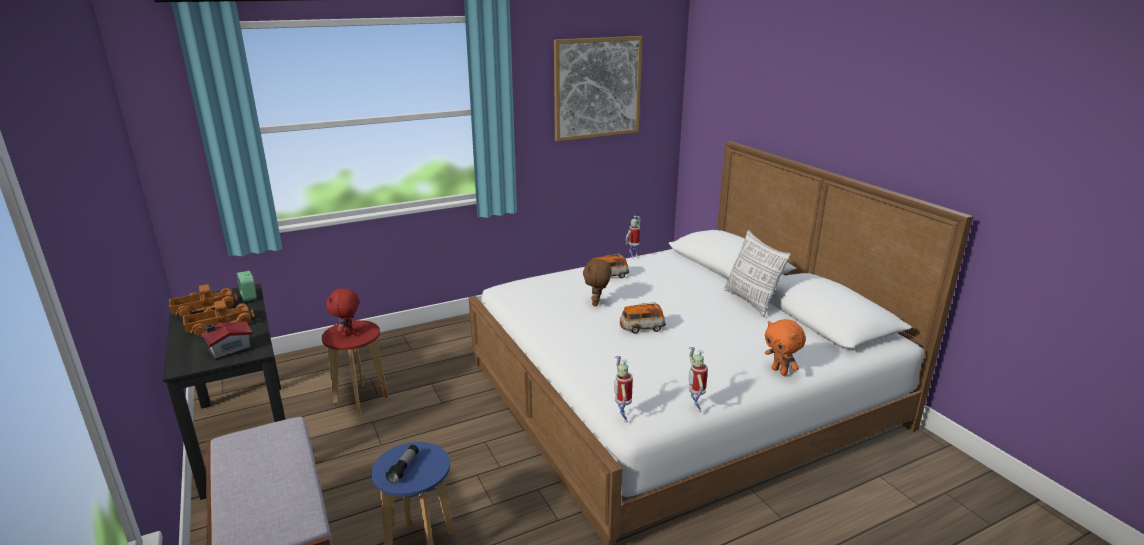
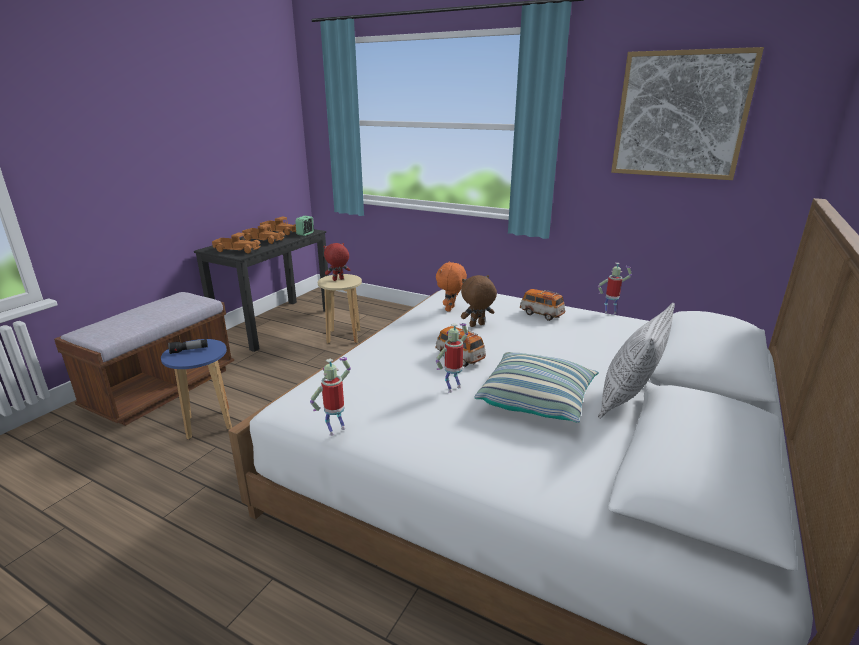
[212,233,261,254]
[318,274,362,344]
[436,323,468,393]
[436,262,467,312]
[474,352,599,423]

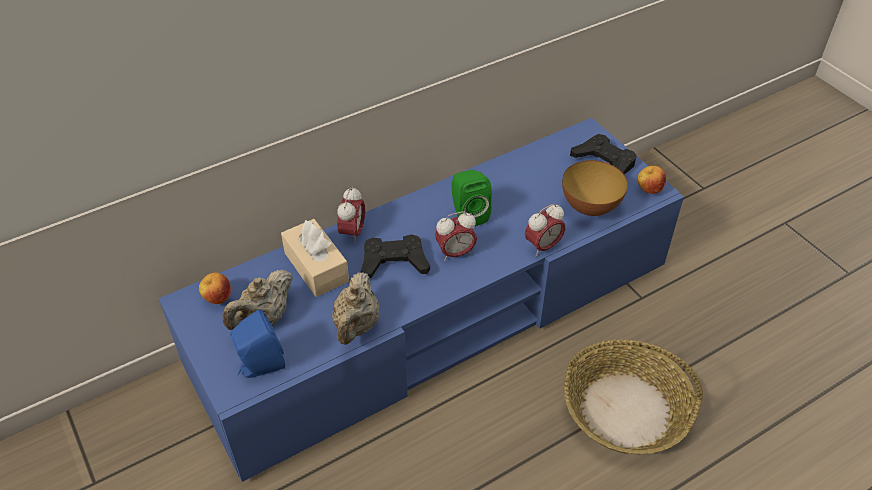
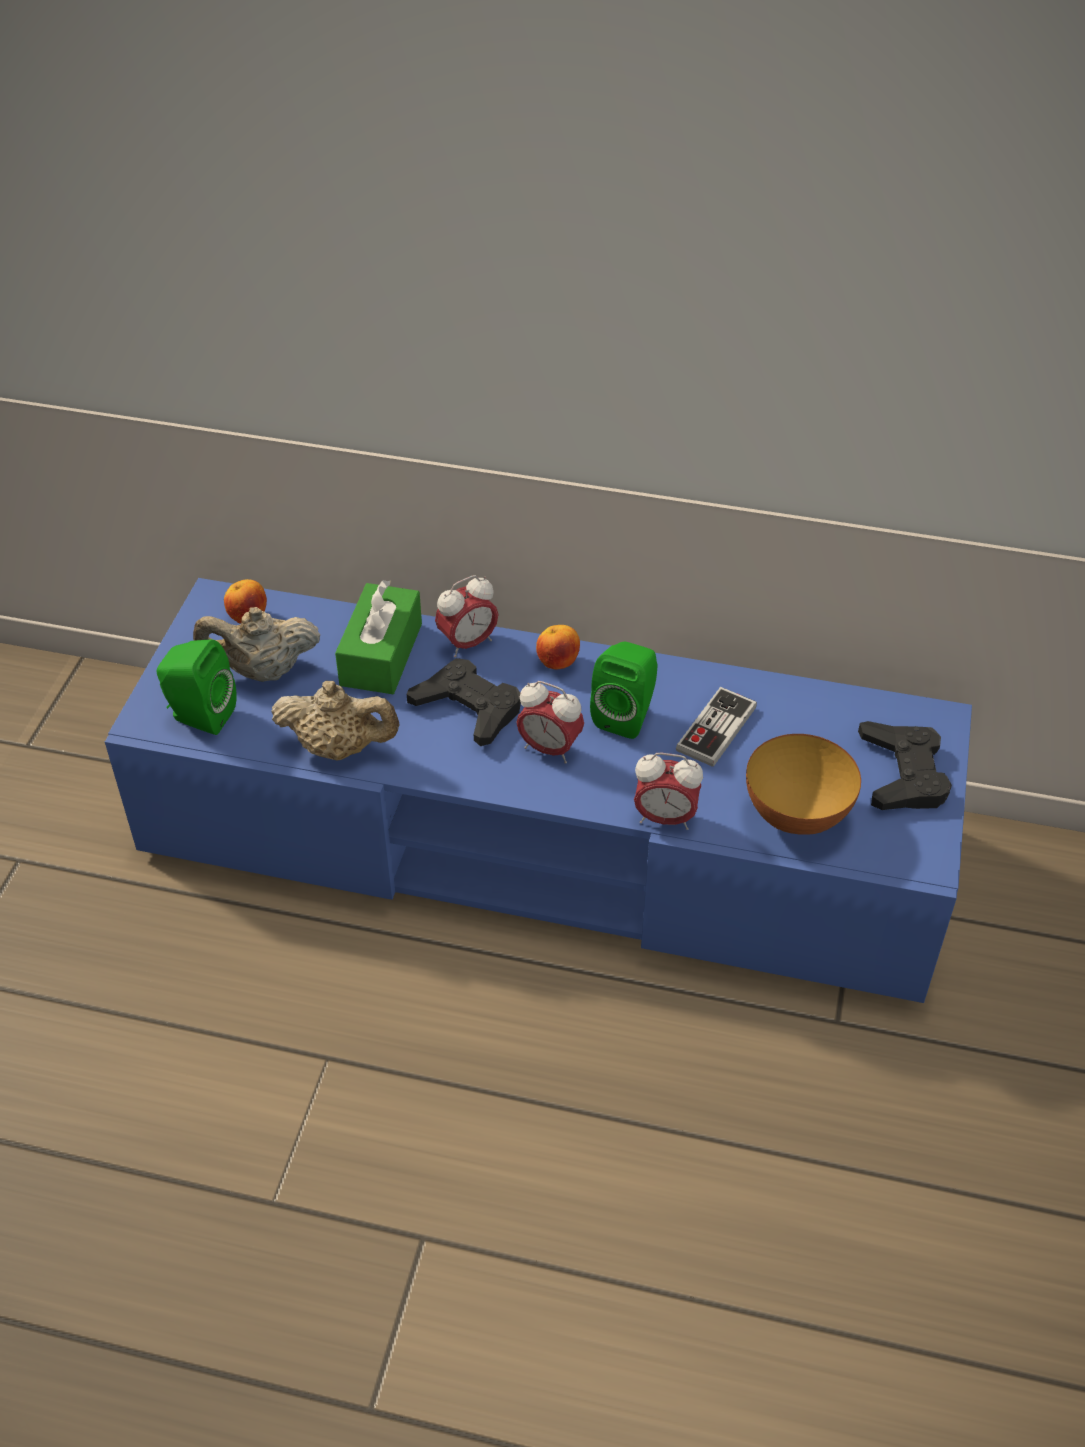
[157,640,237,735]
[335,580,422,694]
[271,681,399,761]
[564,340,703,454] (first image)
[536,625,580,669]
[676,687,757,767]

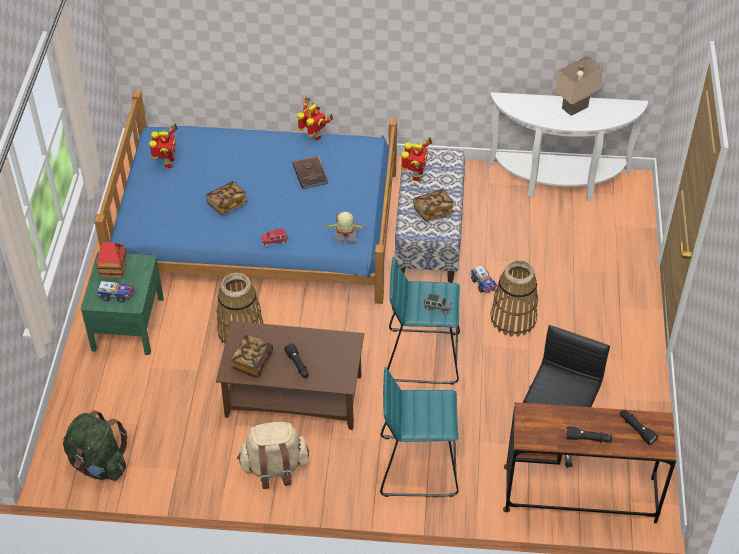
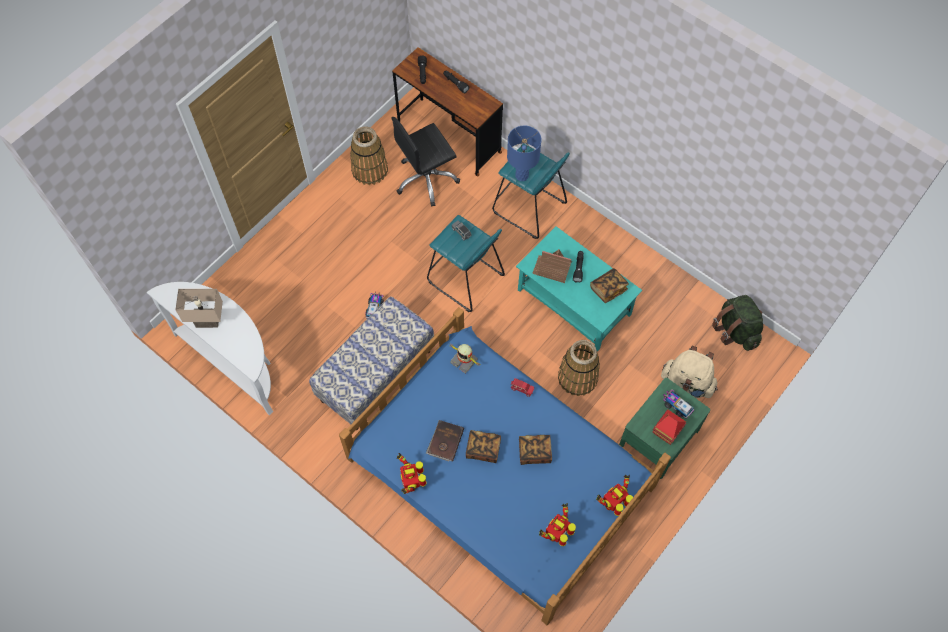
[516,226,642,352]
[661,346,718,398]
[596,475,633,516]
[466,430,501,463]
[350,126,388,185]
[507,126,541,181]
[532,249,572,283]

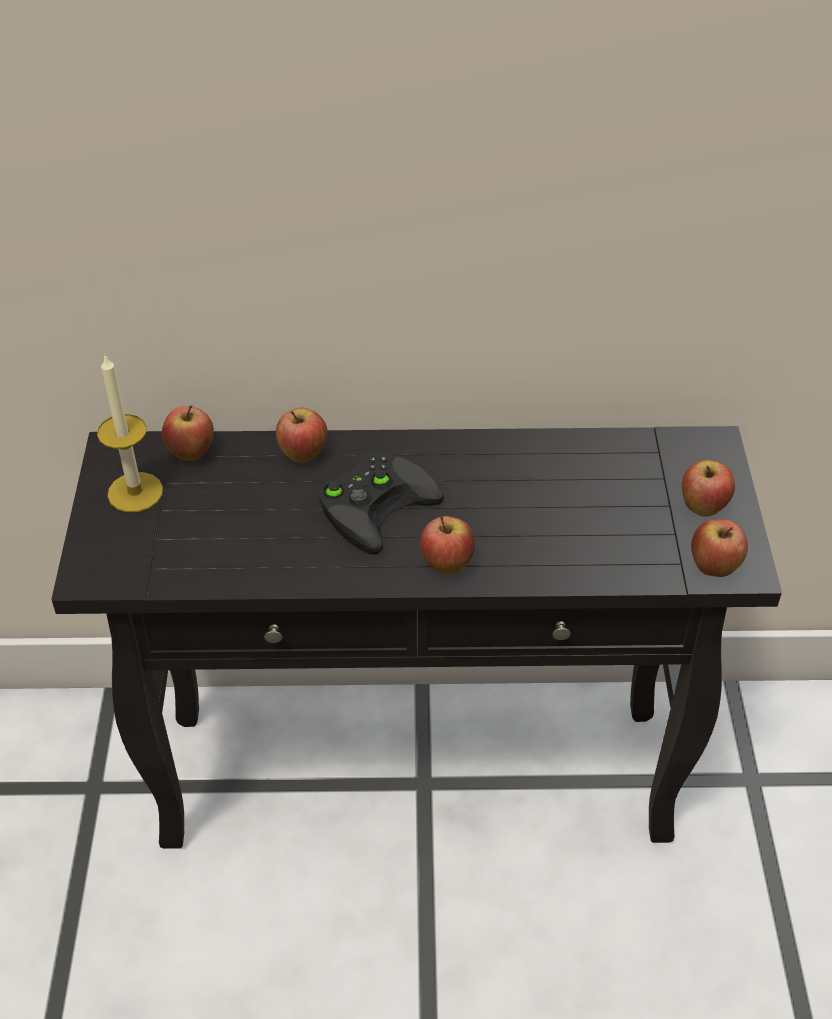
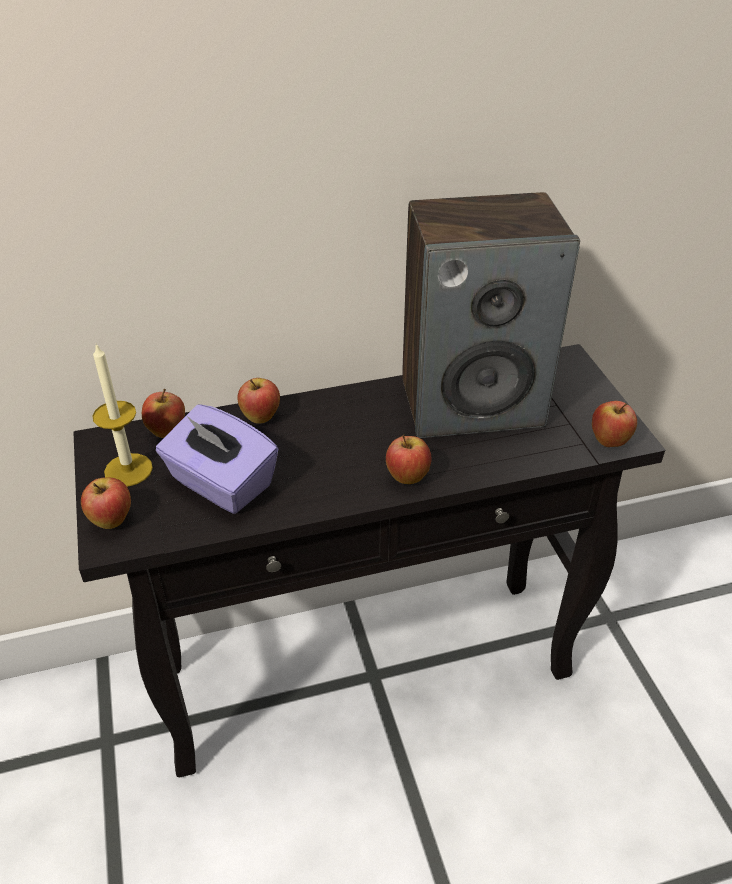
[318,450,444,554] (first image)
[81,477,131,529]
[156,404,278,514]
[402,192,580,438]

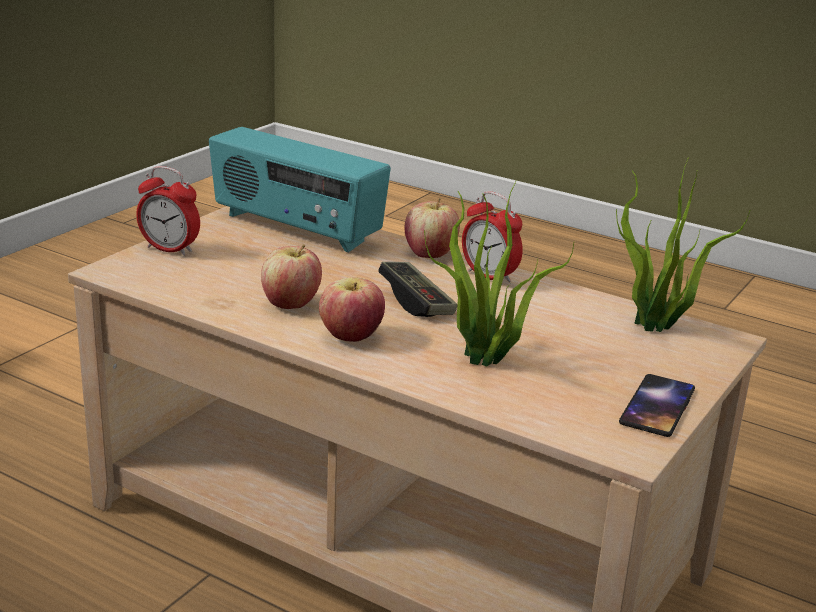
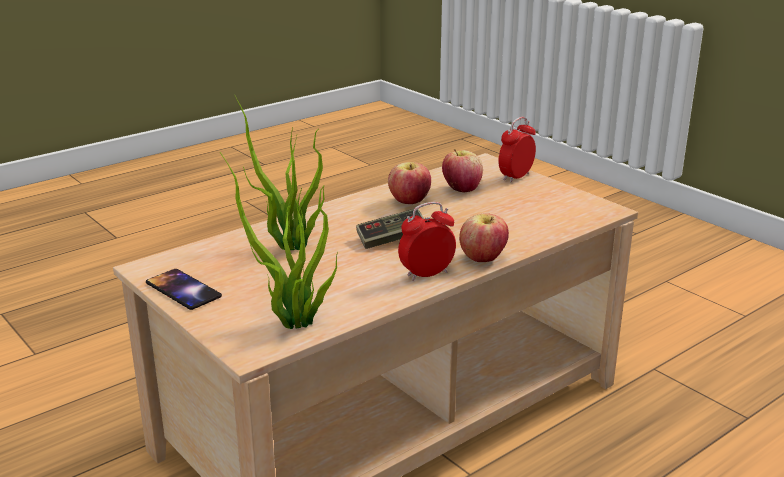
[209,127,391,252] (first image)
[442,149,483,193]

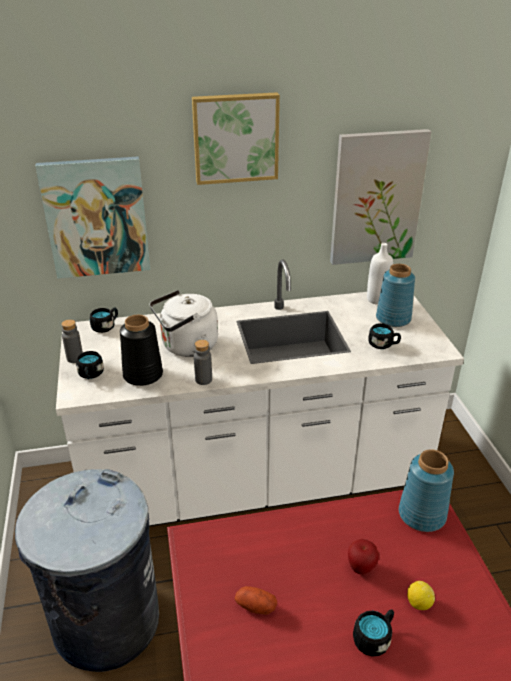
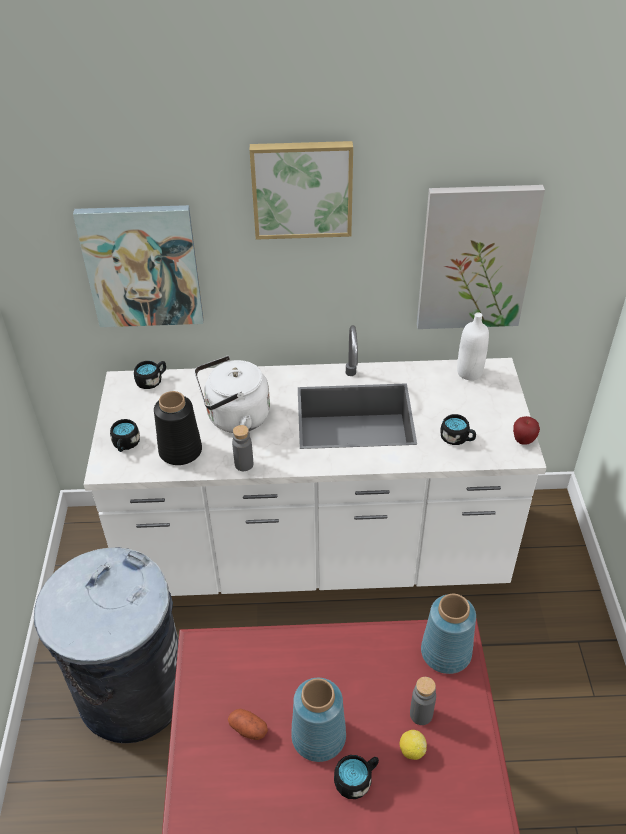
[410,677,436,725]
[513,416,540,445]
[291,678,346,762]

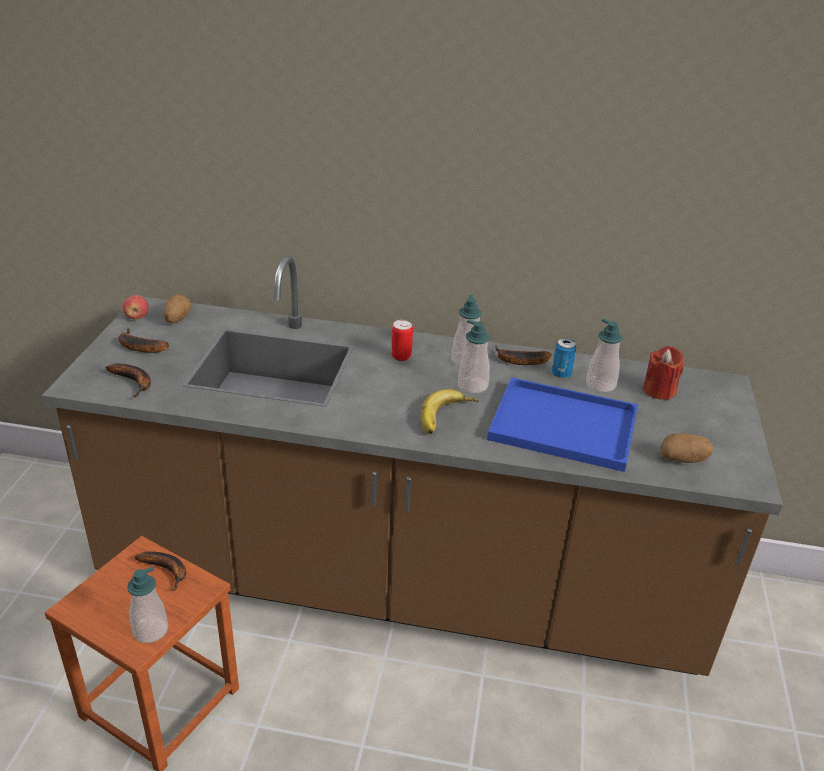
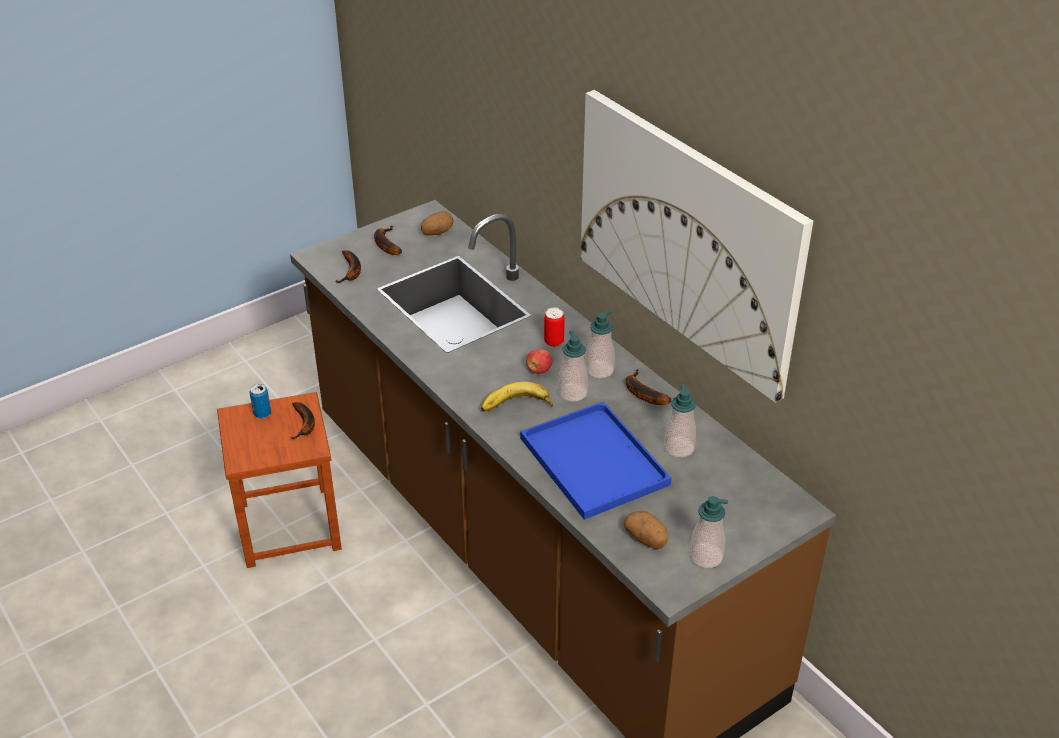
[526,349,553,374]
[689,496,728,568]
[249,384,271,418]
[643,346,684,400] (first image)
[581,90,813,403]

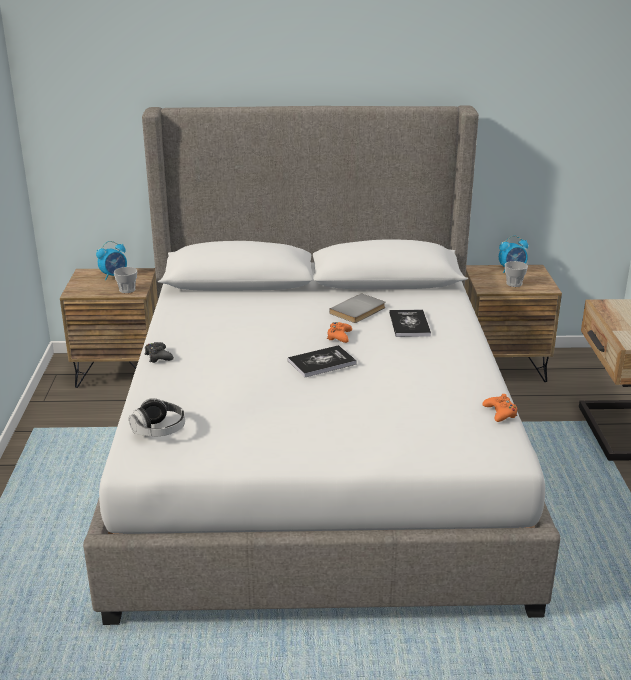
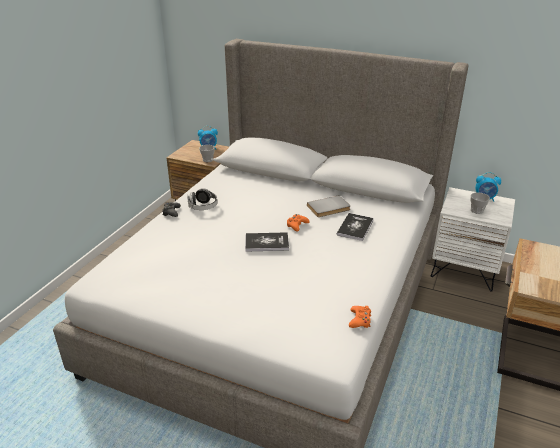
[187,188,218,210]
[431,187,515,292]

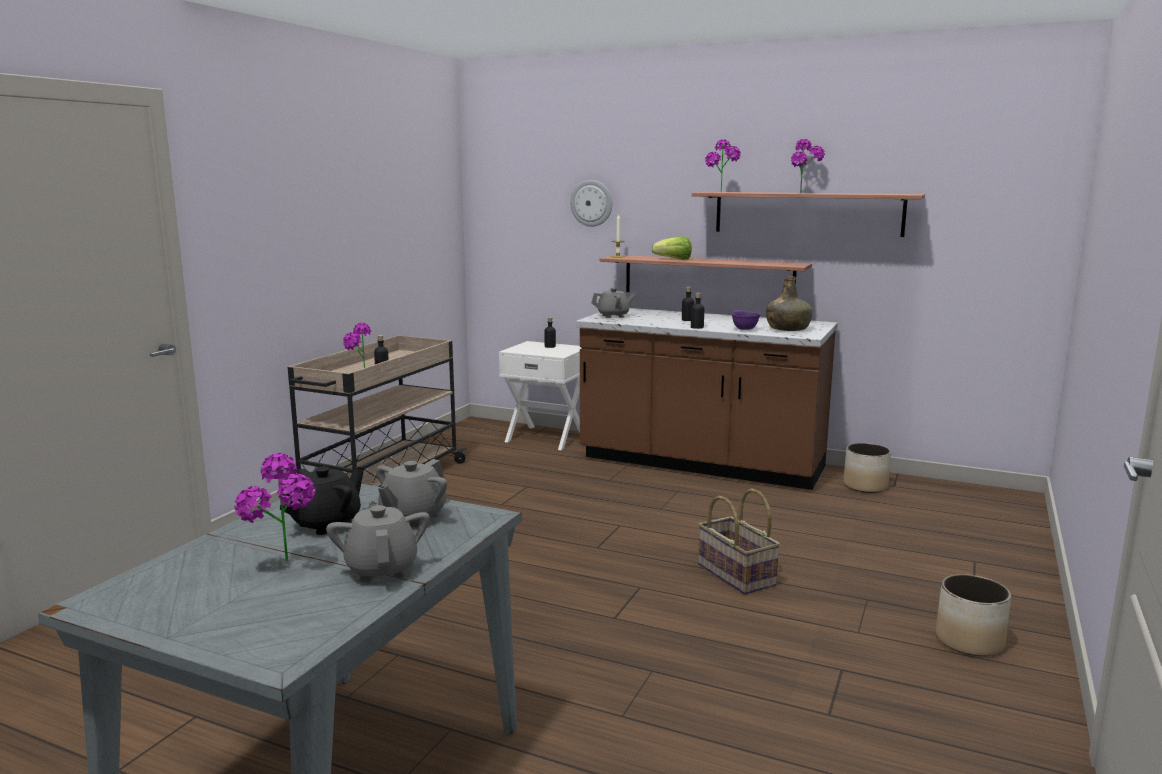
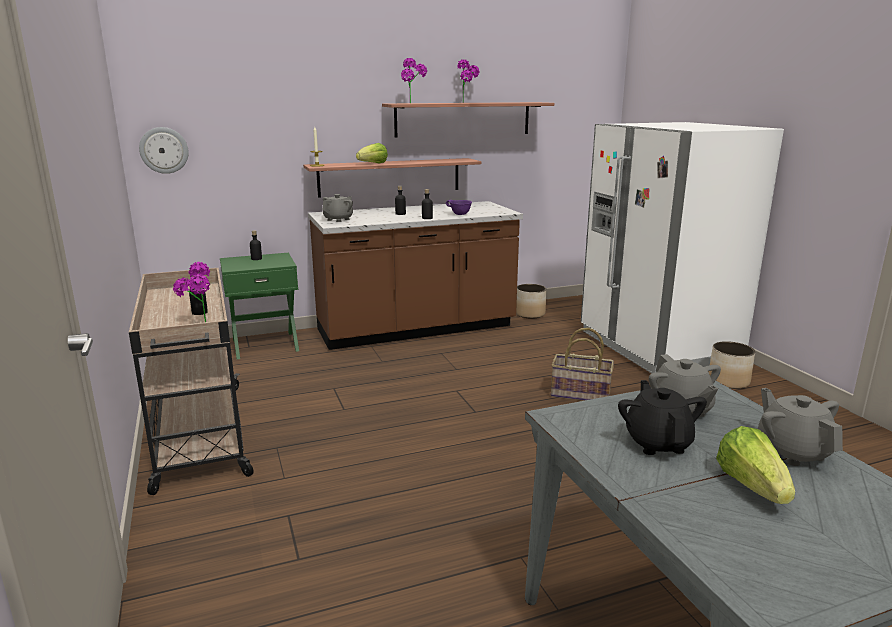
[716,426,795,504]
[758,388,843,466]
[220,253,299,359]
[139,127,189,174]
[766,276,812,331] (first image)
[581,122,784,373]

